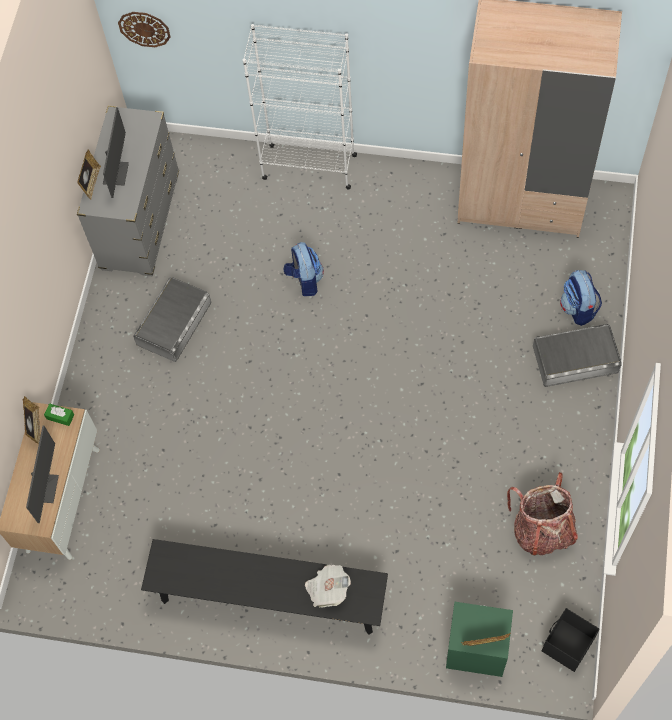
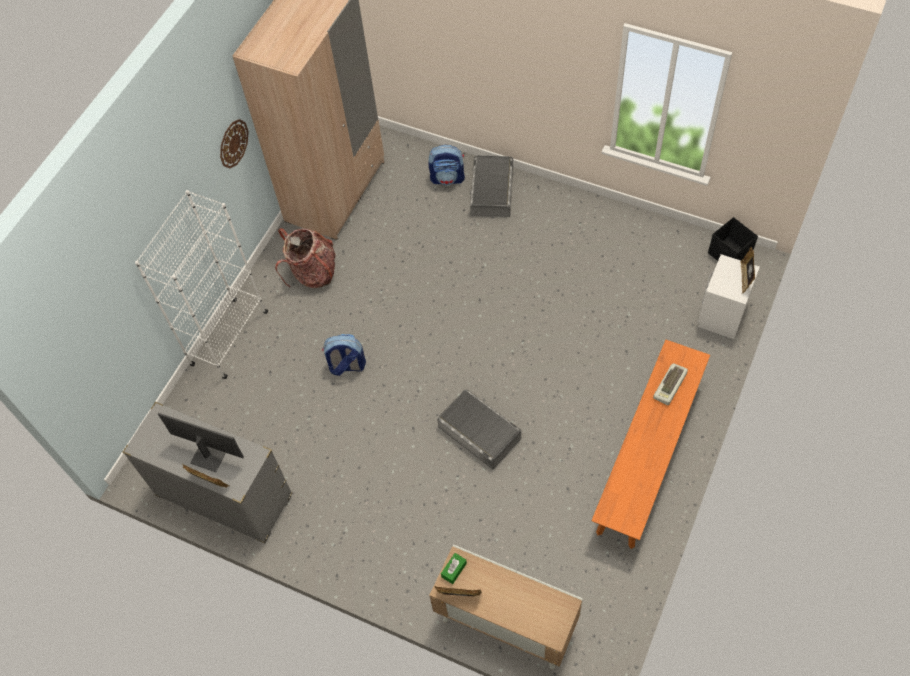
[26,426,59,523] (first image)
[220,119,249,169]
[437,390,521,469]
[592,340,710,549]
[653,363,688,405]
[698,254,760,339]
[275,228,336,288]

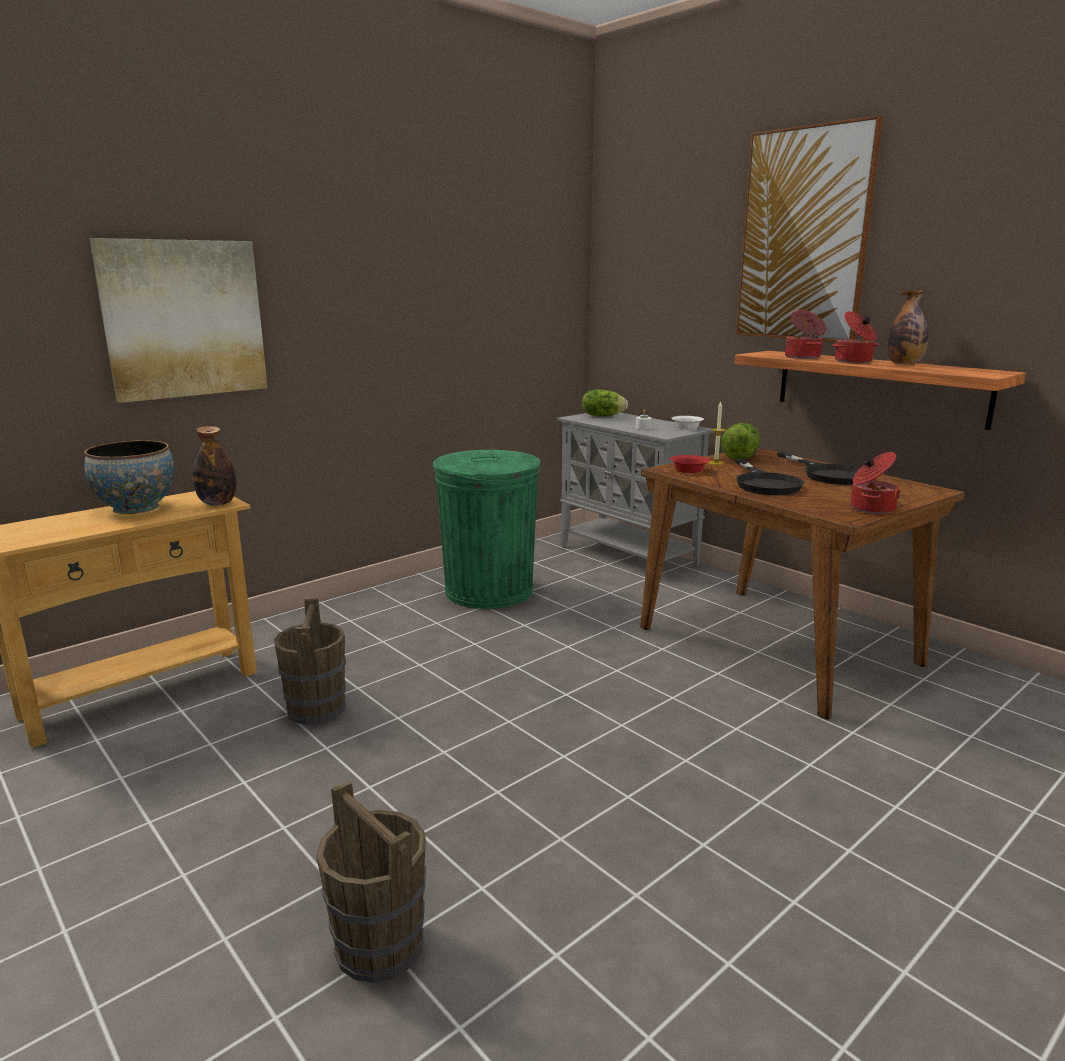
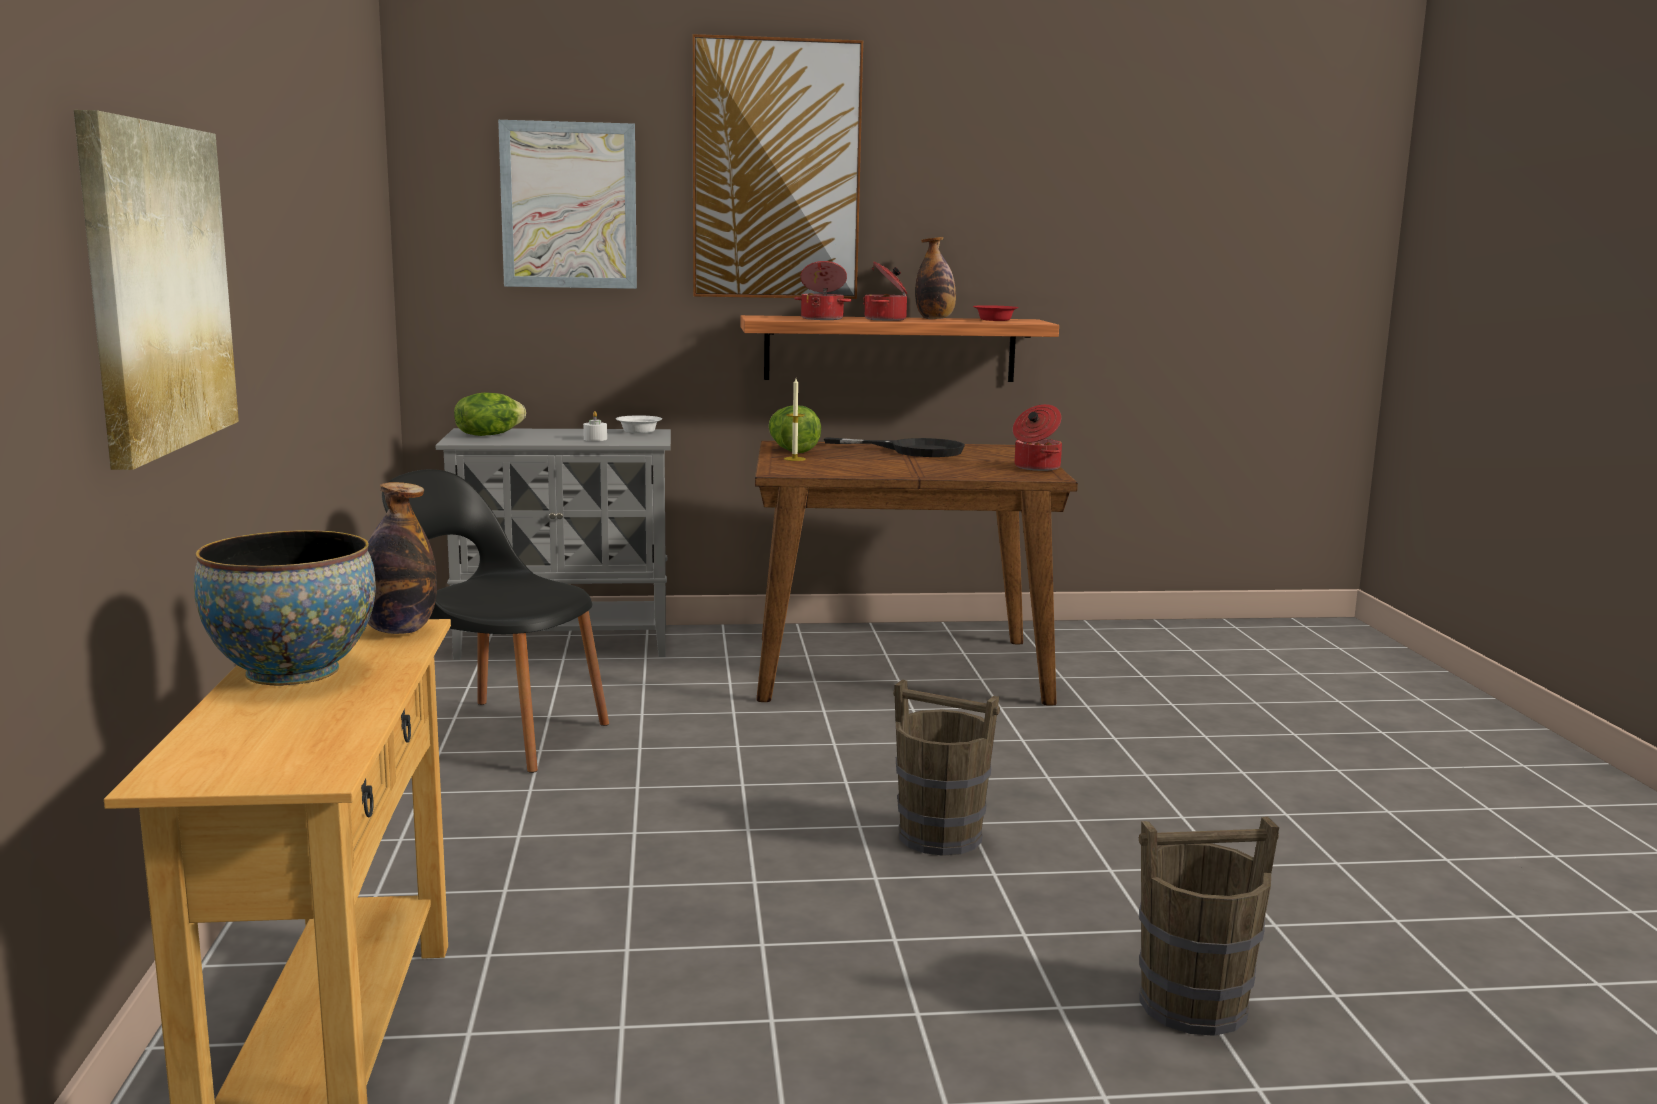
[893,679,1000,856]
[382,469,609,773]
[973,305,1019,321]
[735,459,804,495] (first image)
[498,120,637,289]

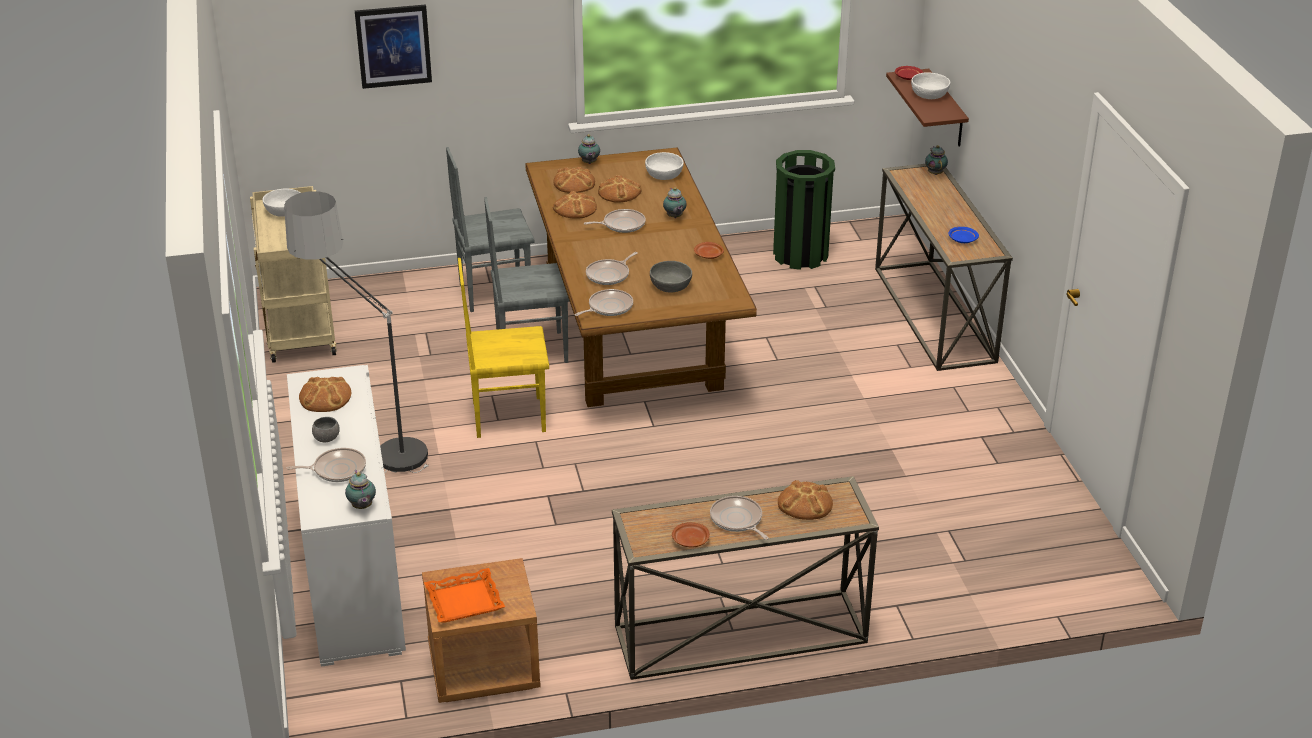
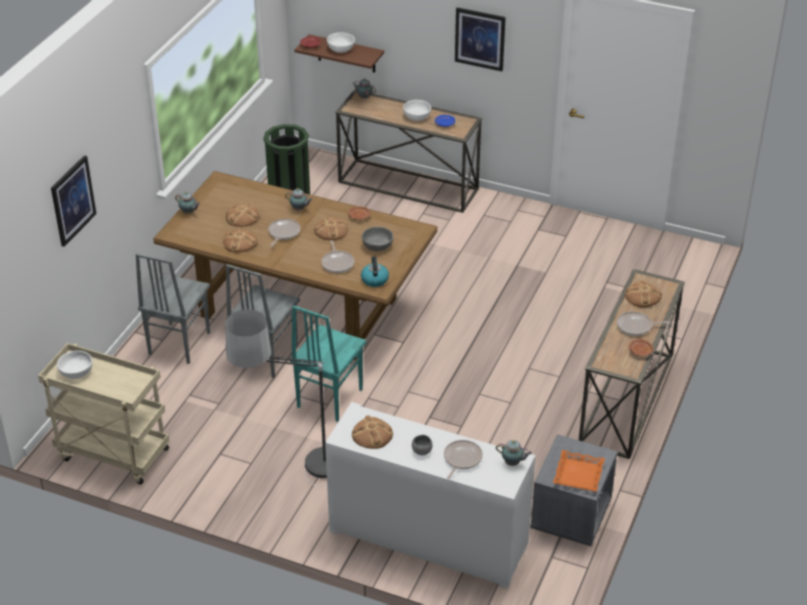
[530,434,617,546]
[290,305,367,422]
[314,216,348,240]
[361,256,389,287]
[403,100,431,121]
[455,7,506,71]

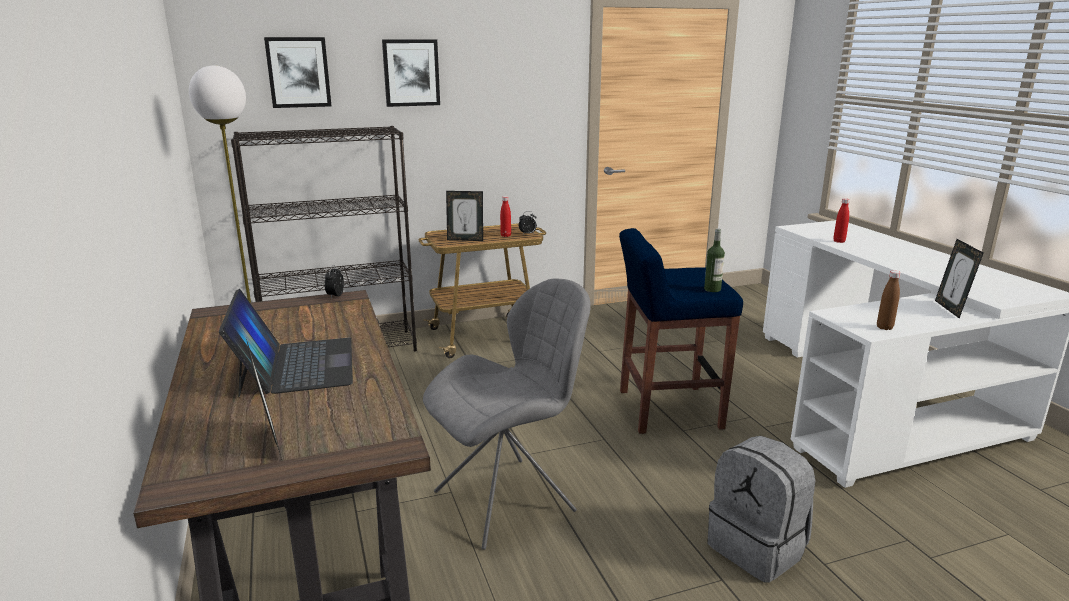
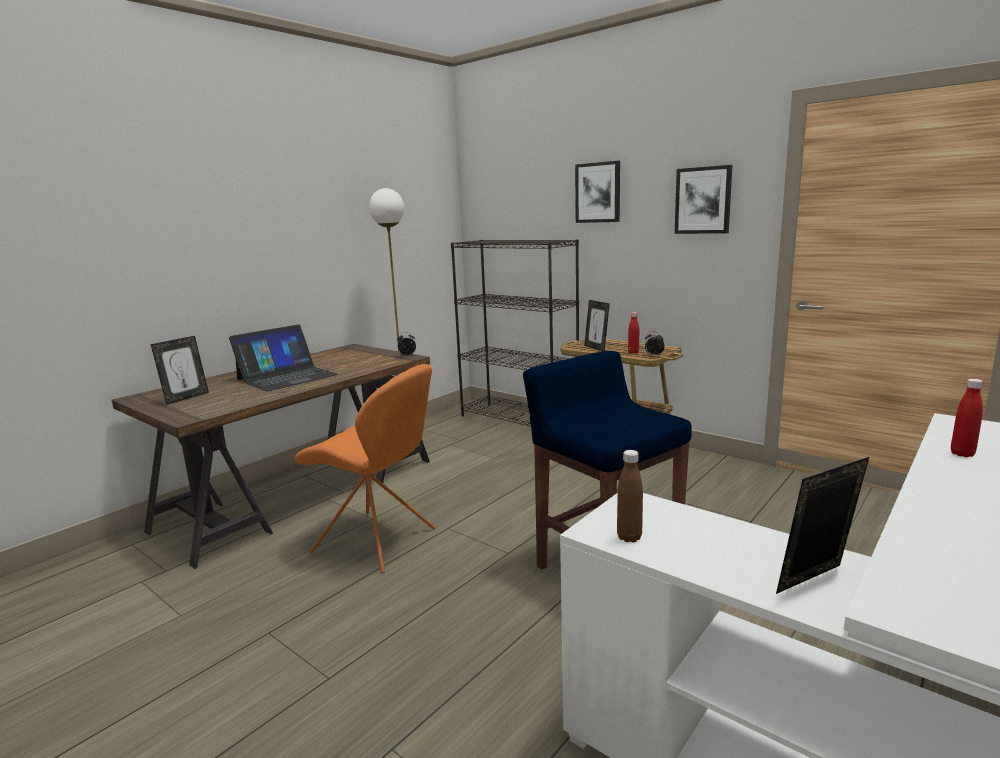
[674,165,733,234]
[294,364,436,573]
[704,228,725,292] (first image)
[707,436,815,583] (first image)

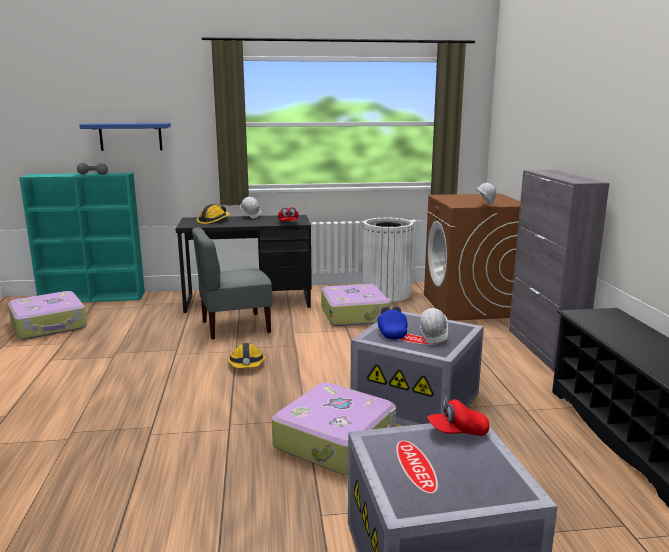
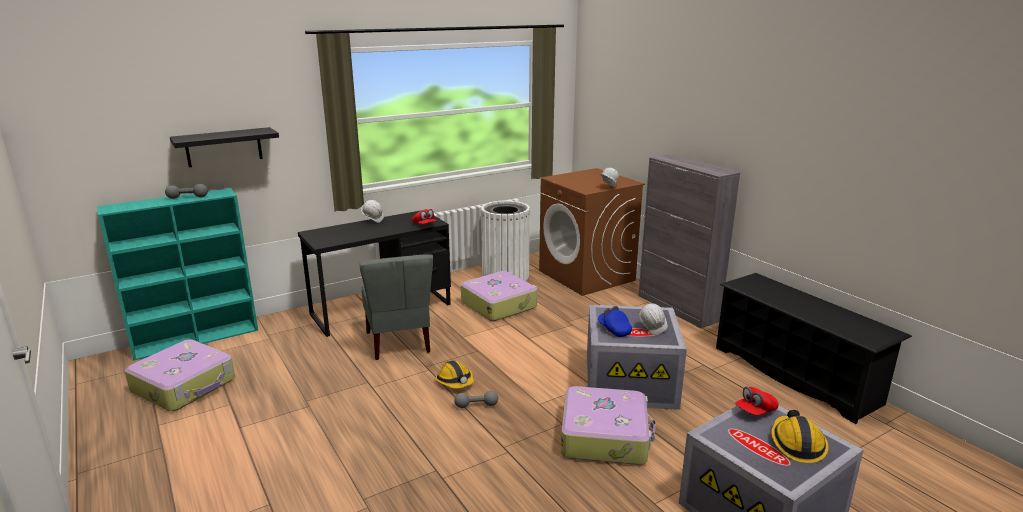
[170,127,279,167]
[359,254,433,360]
[771,410,828,463]
[454,391,498,408]

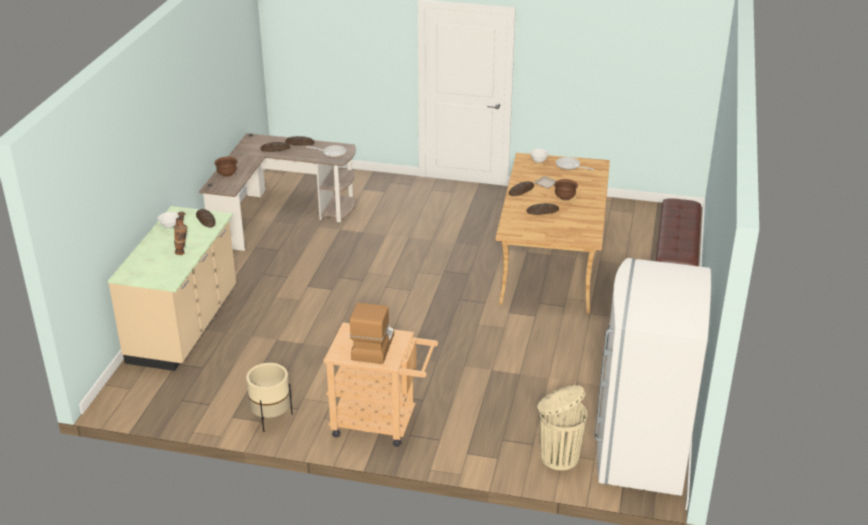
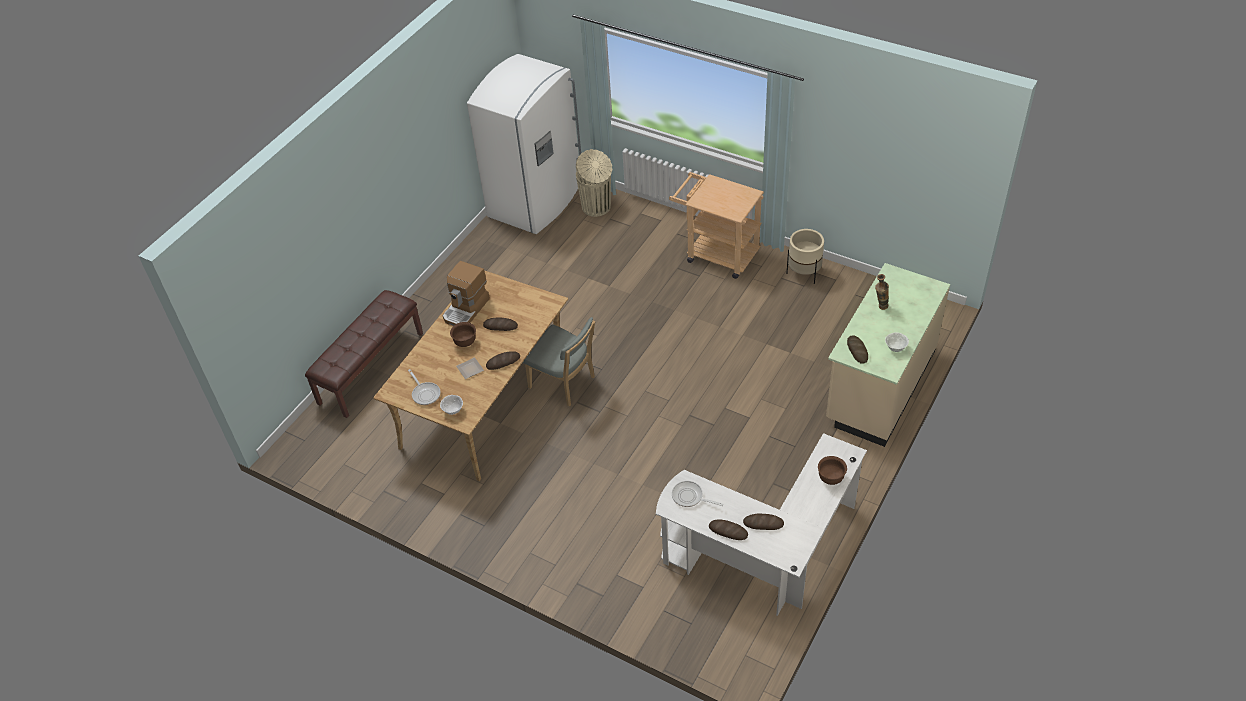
[656,433,867,616]
[442,261,490,326]
[523,317,595,406]

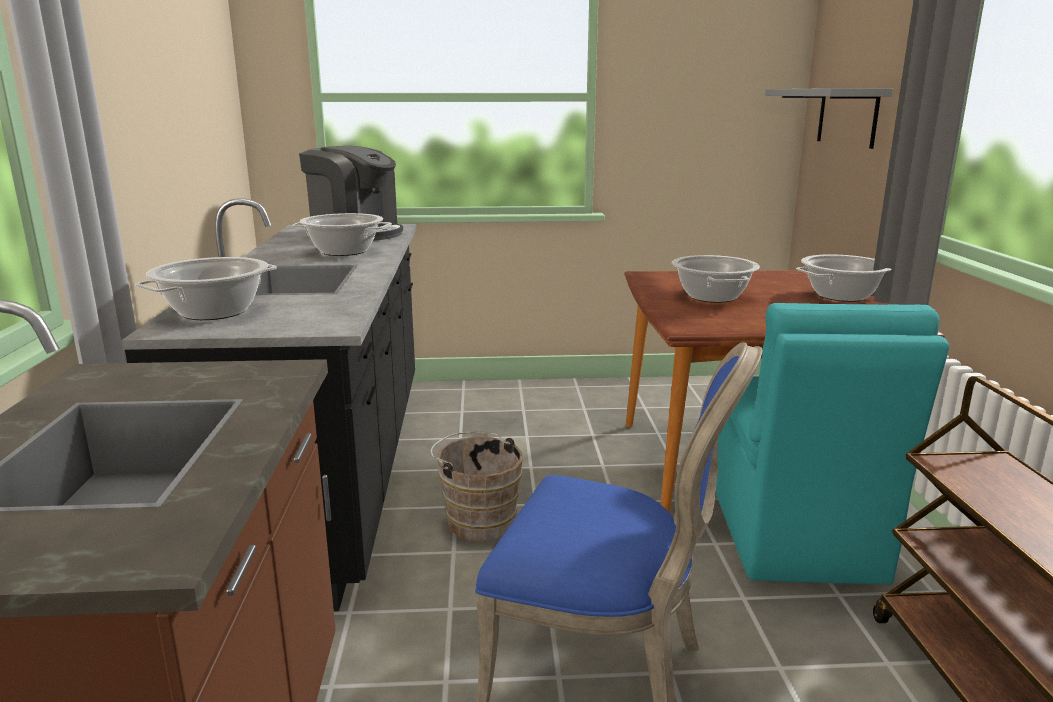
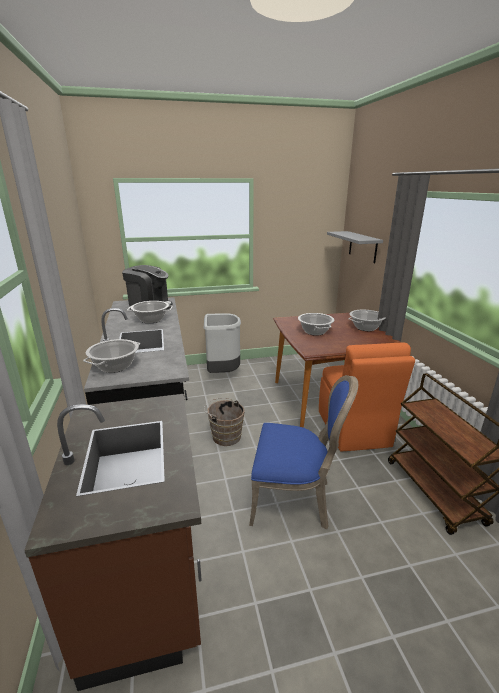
[319,343,415,452]
[204,313,241,373]

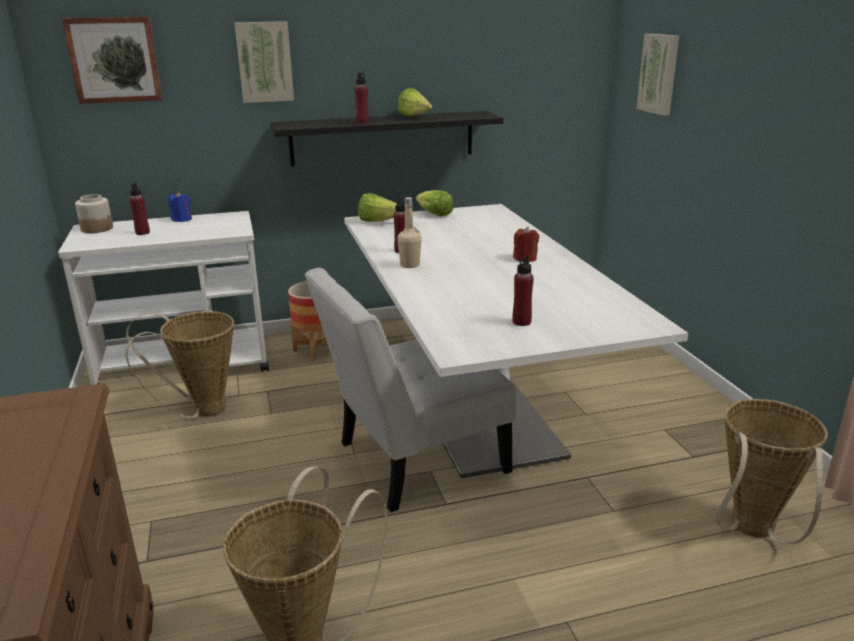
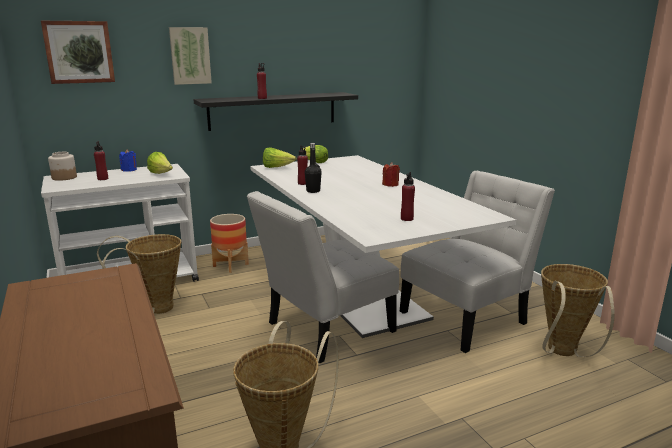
[305,143,322,193]
[147,152,173,174]
[637,34,679,116] (first image)
[400,171,555,353]

